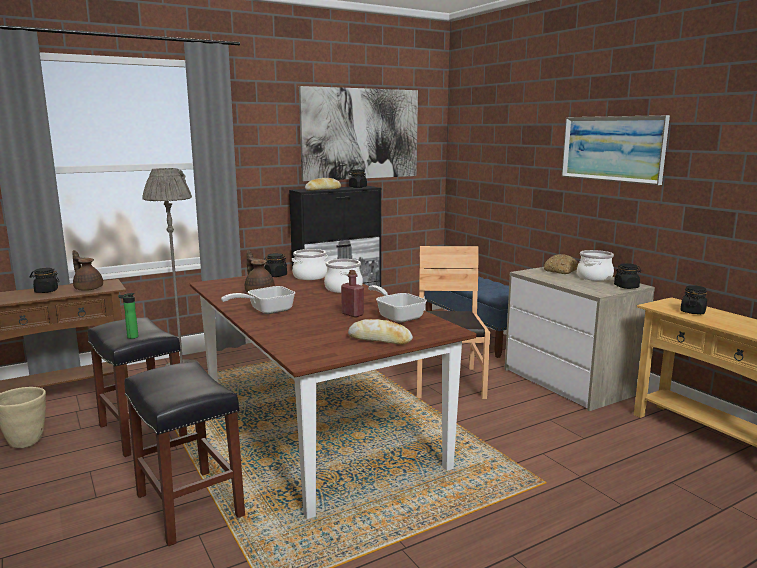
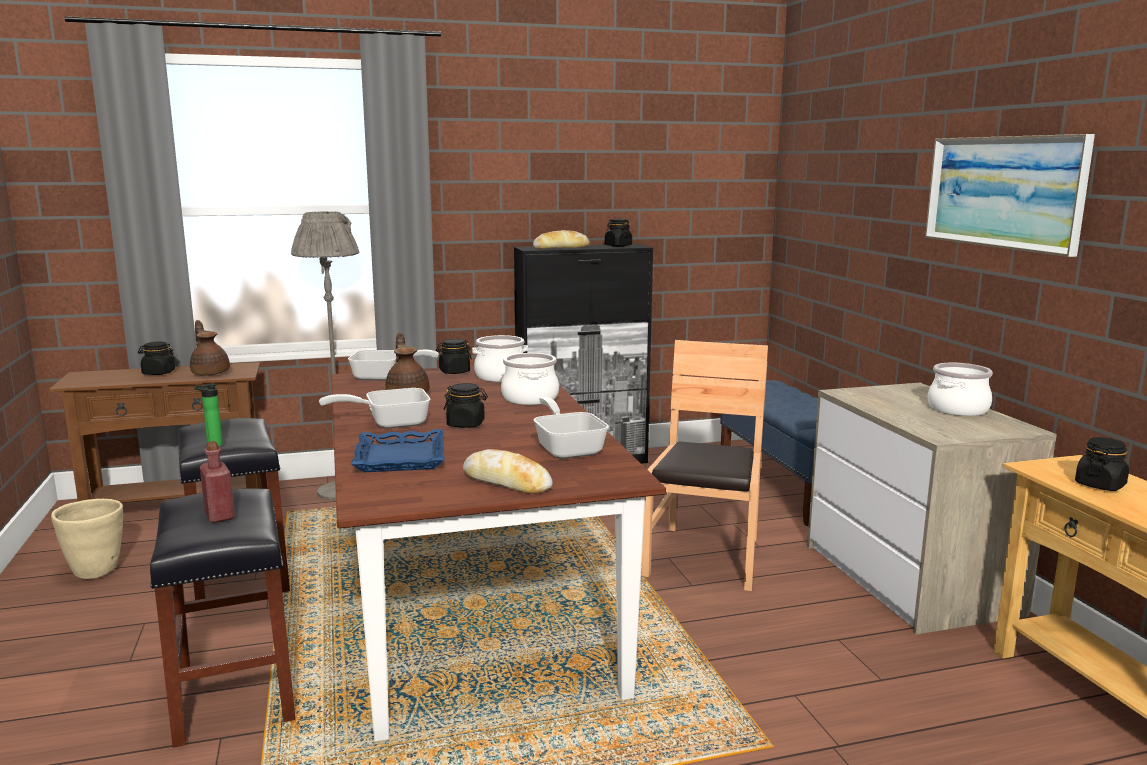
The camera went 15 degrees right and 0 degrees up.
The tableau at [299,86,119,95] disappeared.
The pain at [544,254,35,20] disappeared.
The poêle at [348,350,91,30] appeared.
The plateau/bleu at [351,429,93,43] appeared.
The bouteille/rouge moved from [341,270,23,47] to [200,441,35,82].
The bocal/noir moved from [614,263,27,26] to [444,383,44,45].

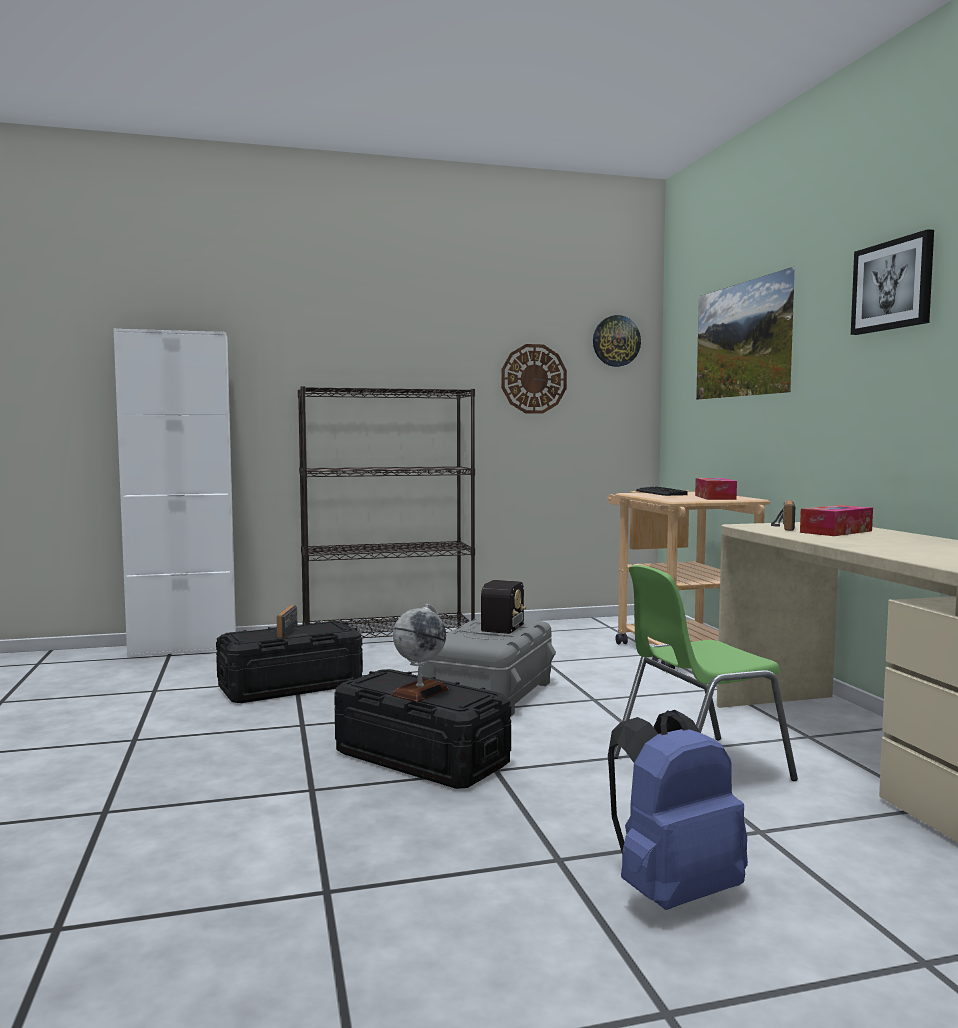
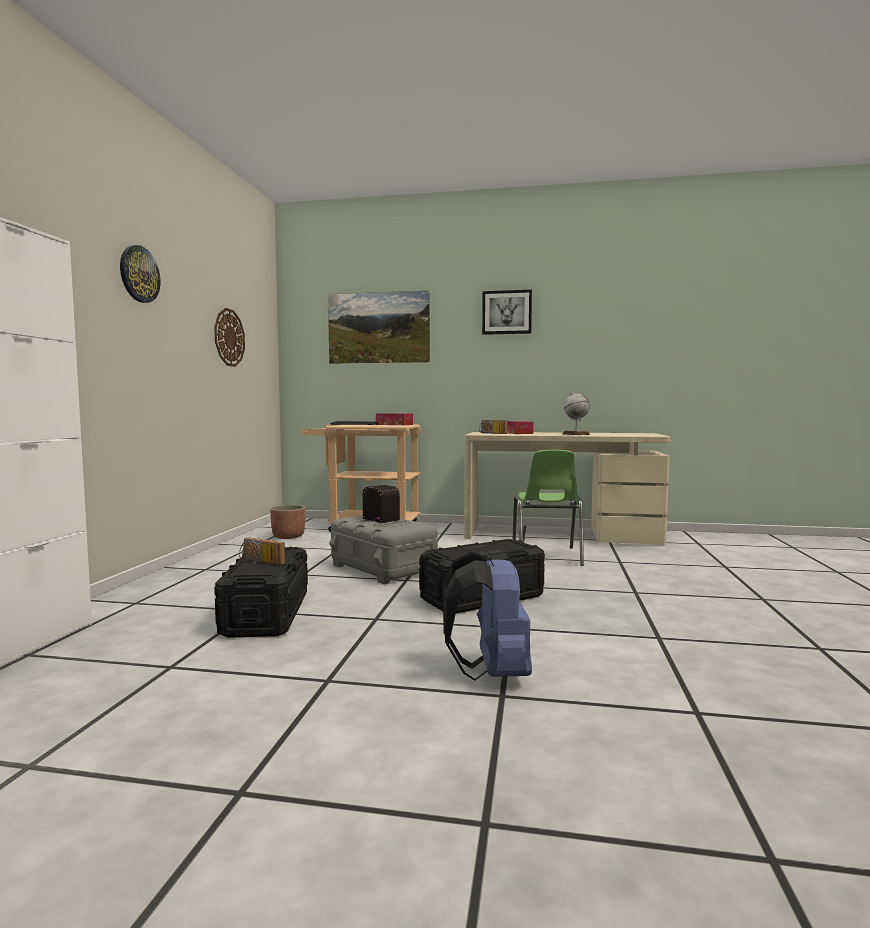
The camera went 65 degrees left and 0 degrees up.
The bibliothèque/noir at [298,386,177,252] disappeared.
The cache-pot at [270,505,35,34] appeared.
The globe moved from [392,604,56,98] to [562,392,28,43].
The horloge murale moved from [593,315,48,52] to [120,245,41,58].
The sac à dos/bleu moved from [608,710,140,200] to [443,551,89,129].

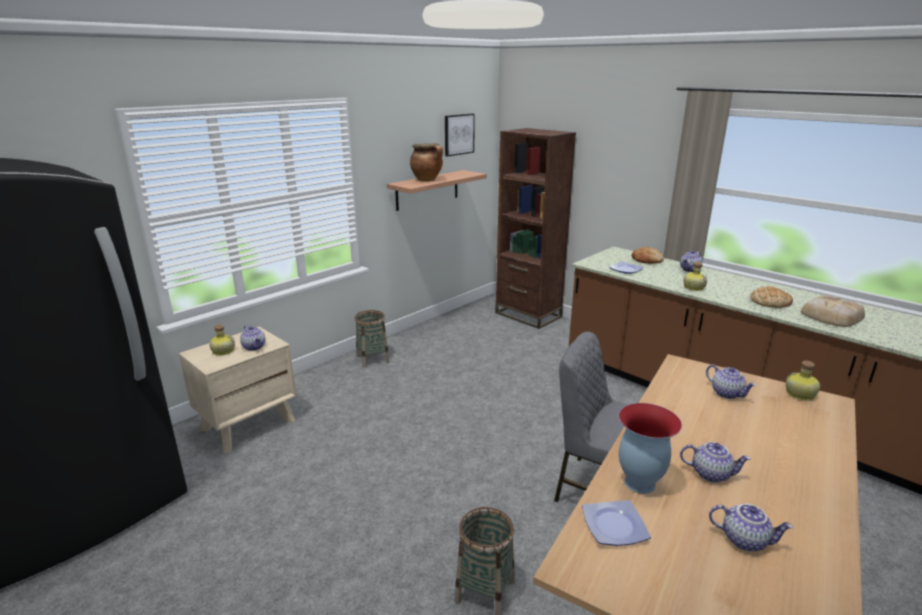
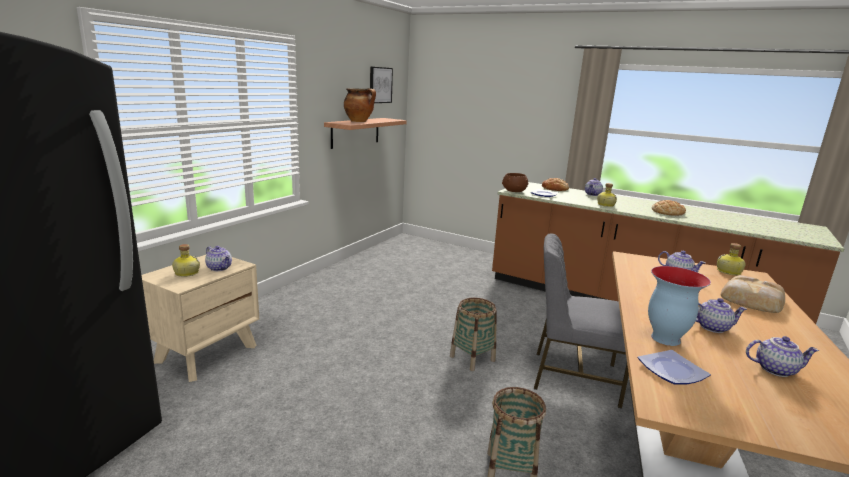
The camera went 15 degrees left and 5 degrees down.
The bibliothèque/marron at [495,128,81,201] disappeared.
The bol/marron at [502,173,27,19] appeared.
The panier moved from [355,310,34,58] to [450,298,47,73].
The pain moved from [801,295,64,32] to [721,275,64,38].

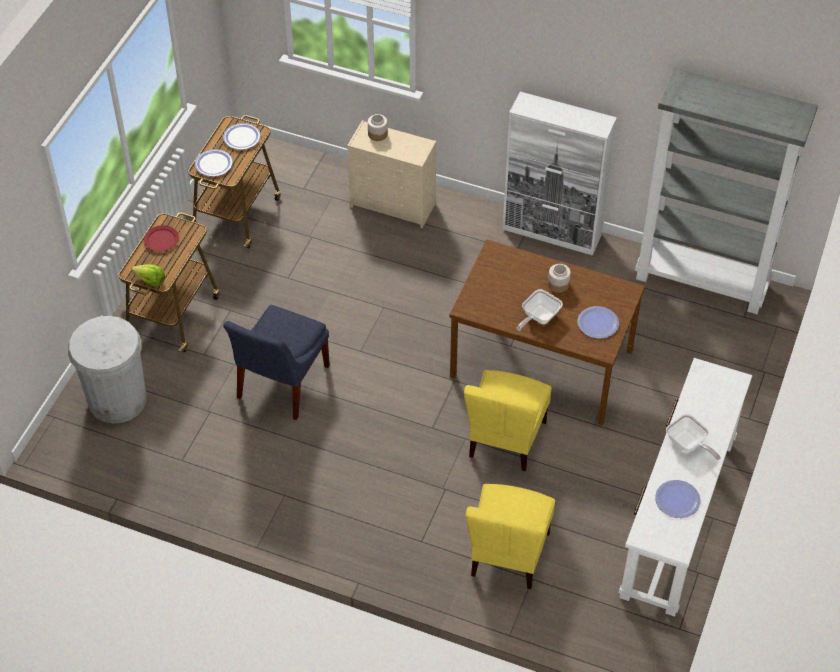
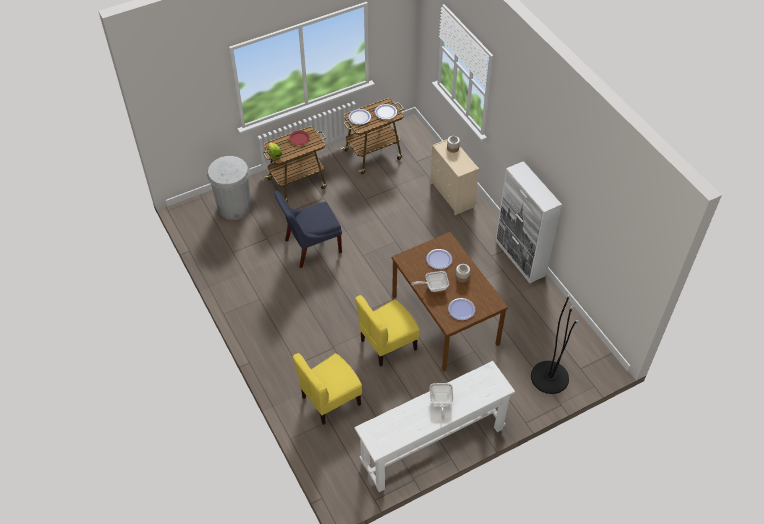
The camera went 40 degrees right and 0 degrees up.
The bibliothèque/gris at [635,68,183,246] disappeared.
The lampadaire/noir at [531,295,48,99] appeared.
The assiette moved from [655,480,46,38] to [426,249,26,20].

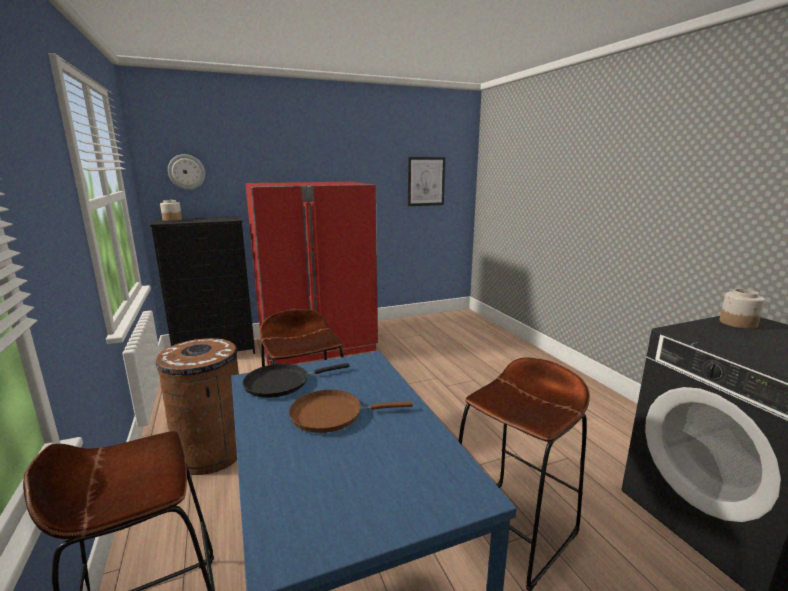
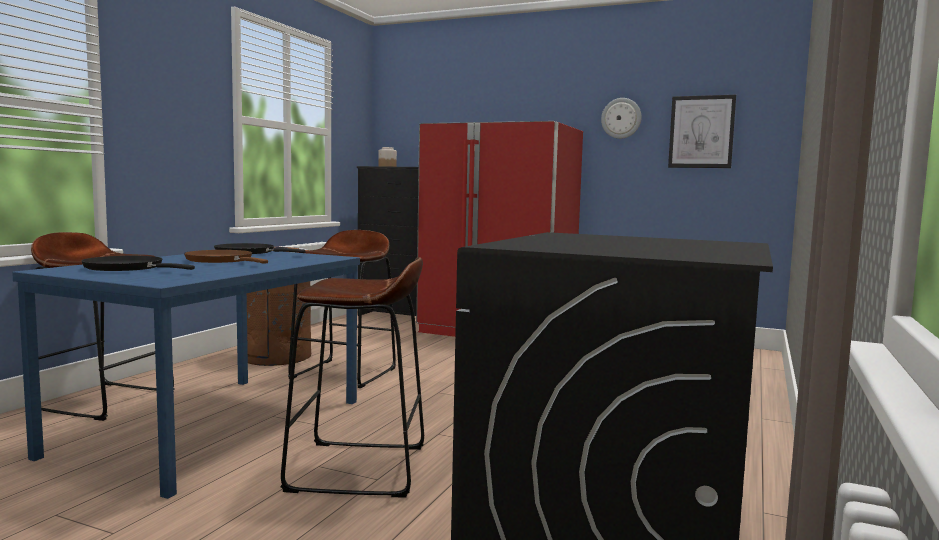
The camera went 45 degrees right and 10 degrees down.
The bocal at [720,289,45,40] disappeared.
The poêle/noir at [81,256,114,15] appeared.
The horloge murale moved from [168,154,37,36] to [601,98,41,41].

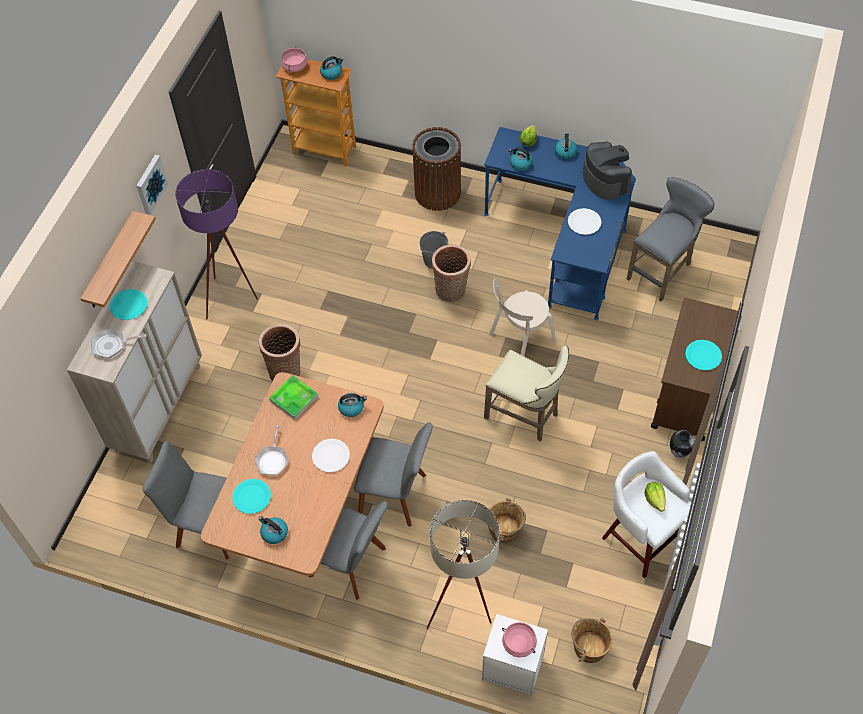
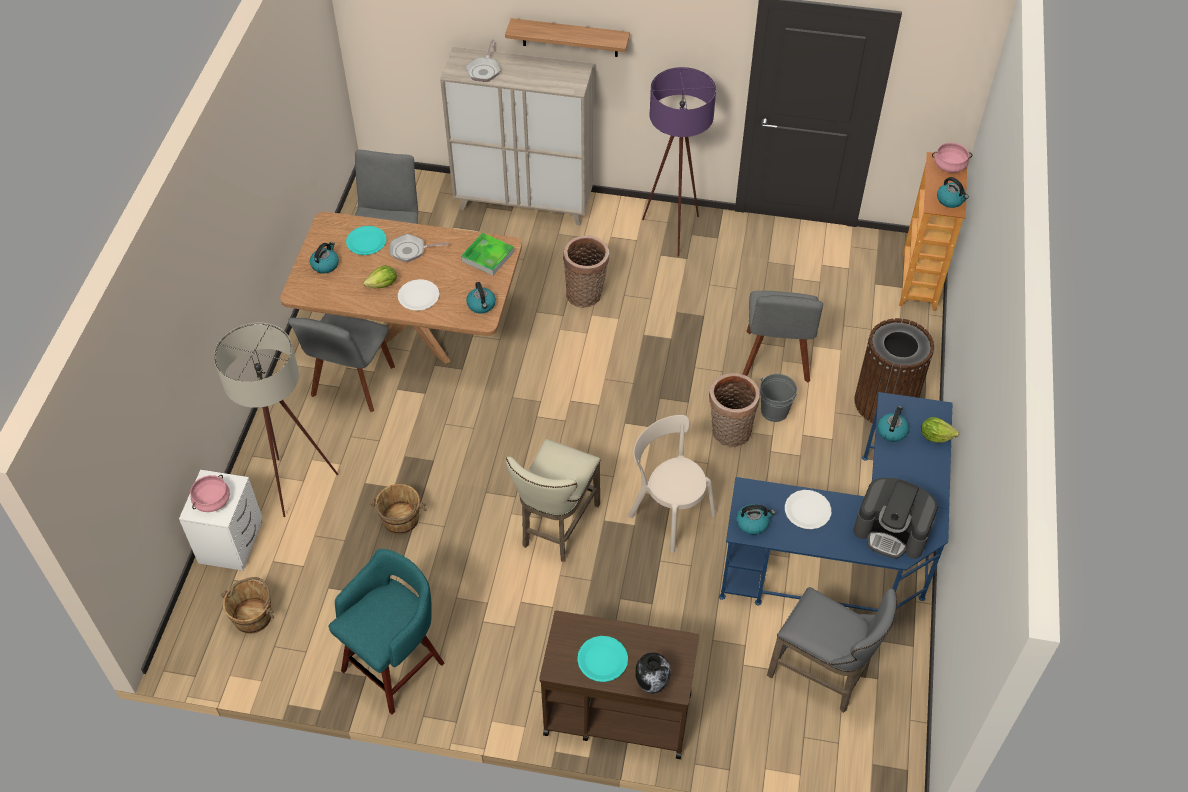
The camera went 80 degrees right and 5 degrees down.
The assiette/turquoise at [110,289,37,31] disappeared.
The tableau at [136,155,32,60] disappeared.
The chaise/gris moved from [354,422,79,105] to [743,291,80,92].
The bouilloire moved from [555,133,22,26] to [736,504,39,31].
The laitue moved from [645,482,21,30] to [363,265,34,23].
The vase moved from [670,430,25,28] to [635,652,35,42].
The tabouret/blanc at [602,451,88,127] became the tabouret/turquoise at [328,549,116,166].
The poêle at [91,329,55,30] turned 150 degrees counterclockwise.
The machine à café at [583,142,49,58] turned 60 degrees clockwise.

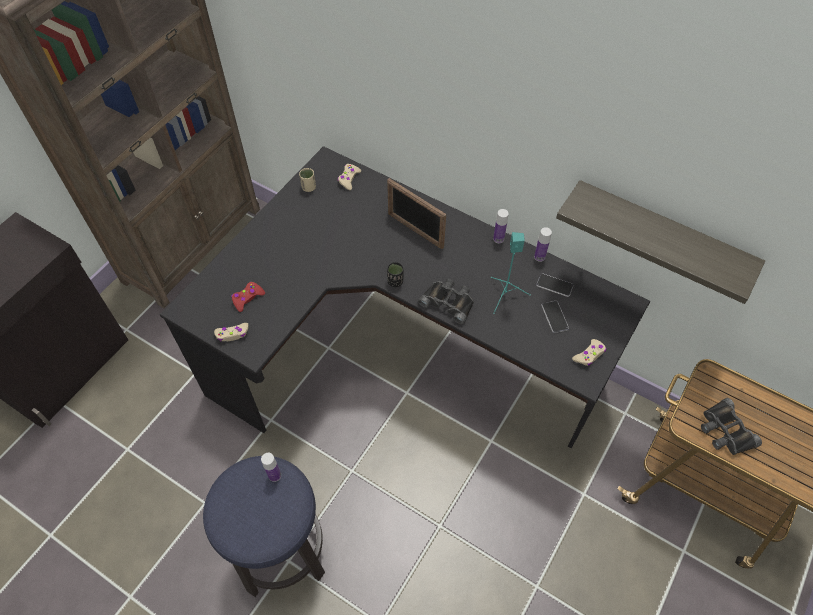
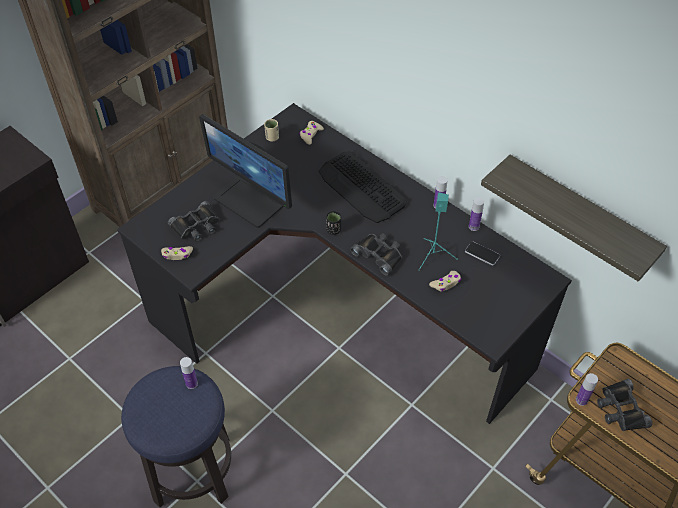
The camera went 10 degrees right and 5 degrees down.
The téléphone at [541,301,28,32] disappeared.
The écran d'ordinateur at [199,114,93,114] appeared.
The bouteille at [576,373,22,33] appeared.
The manette/beige moved from [572,339,34,27] to [429,271,32,21].
The manette/rouge at [231,282,34,30] was replaced by the jumelles/noir at [168,201,51,41].
The cadre photo at [387,178,59,71] was replaced by the clavier at [319,151,88,72].

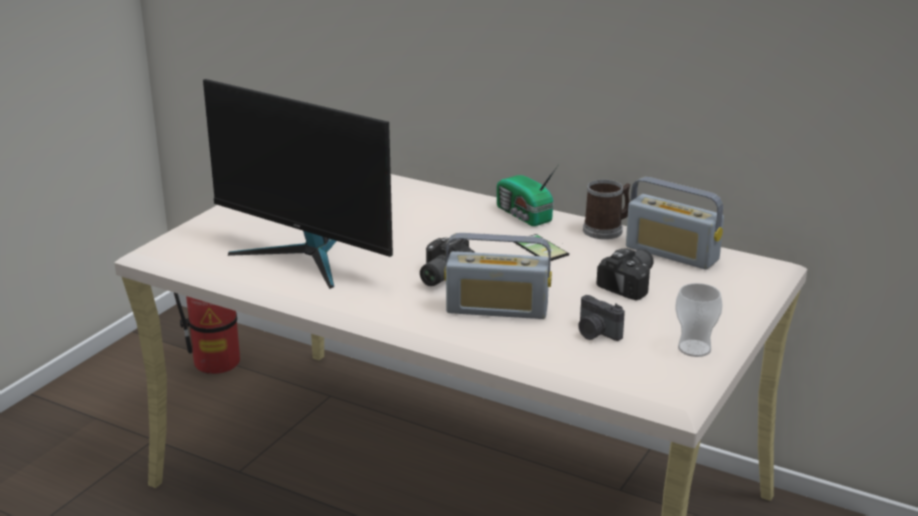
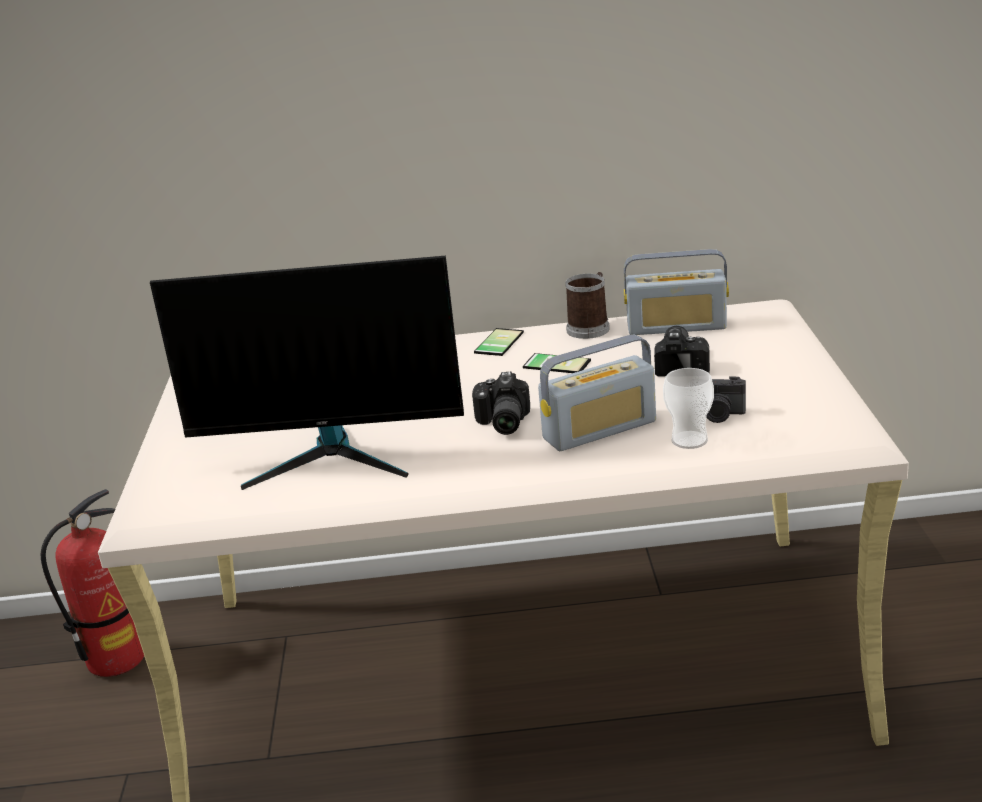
The camera went 30 degrees left and 0 degrees up.
The tasse moved from [675,283,48,74] to [663,368,51,81].
The radio at [497,164,62,62] was replaced by the téléphone at [474,328,50,28].

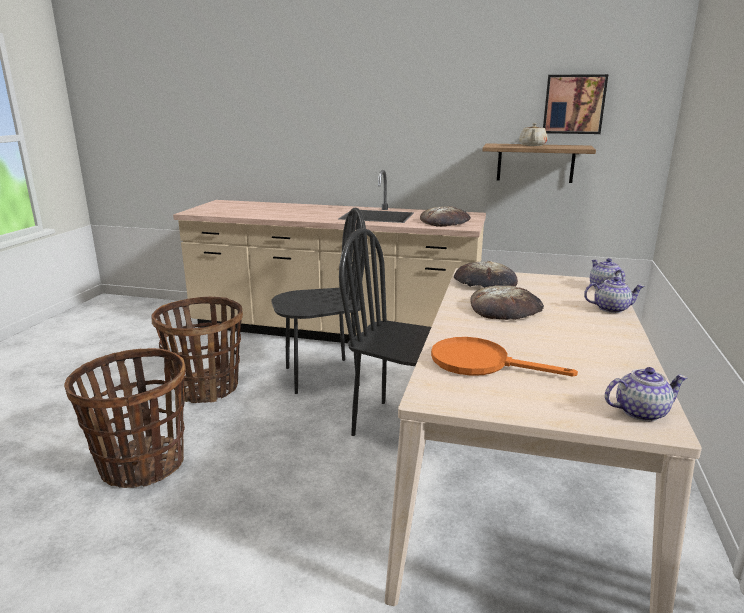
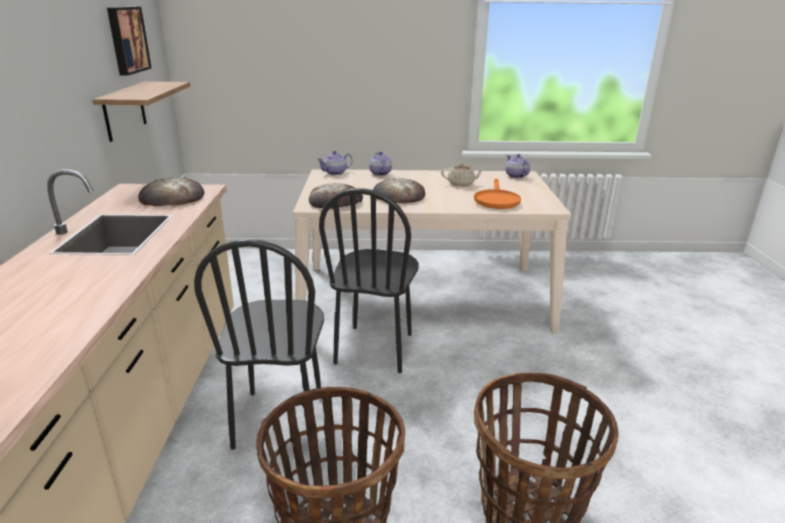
The camera went 105 degrees left and 5 degrees up.
The théière/beige moved from [519,123,29,23] to [441,163,44,24].
The chaise/noir at [272,207,94,187] turned 150 degrees counterclockwise.

